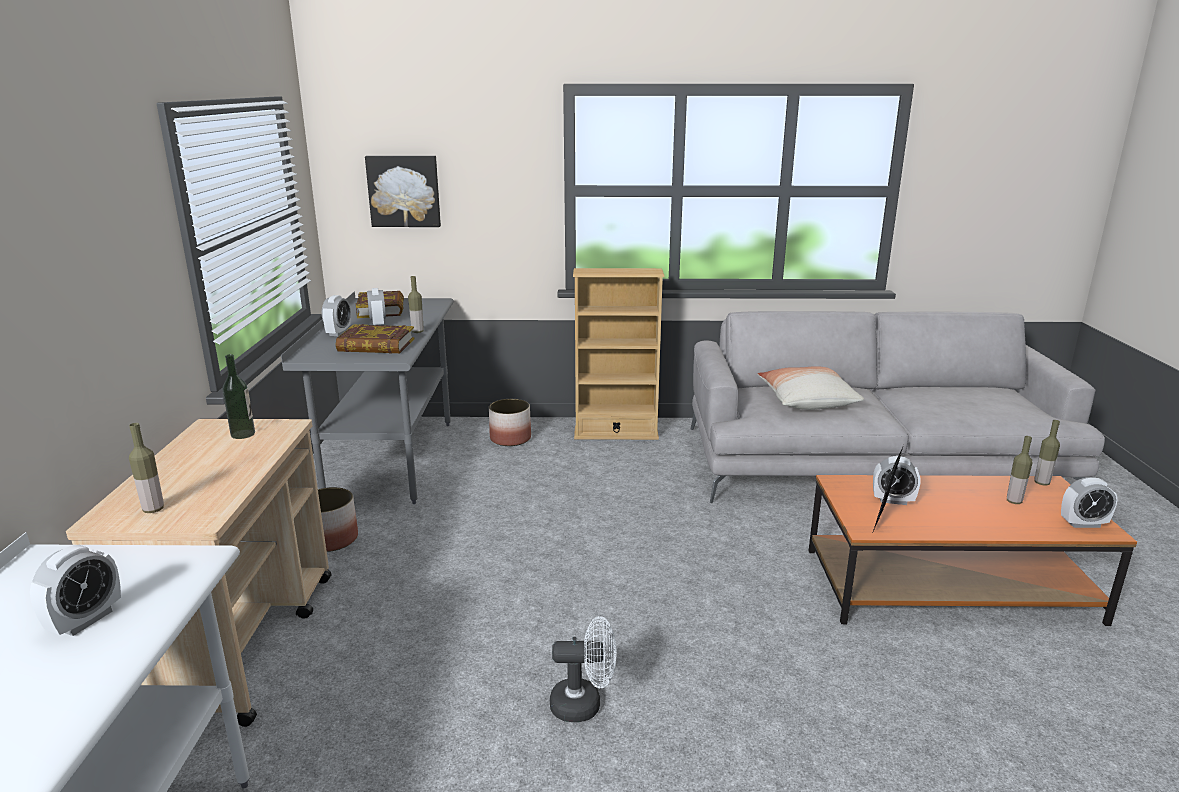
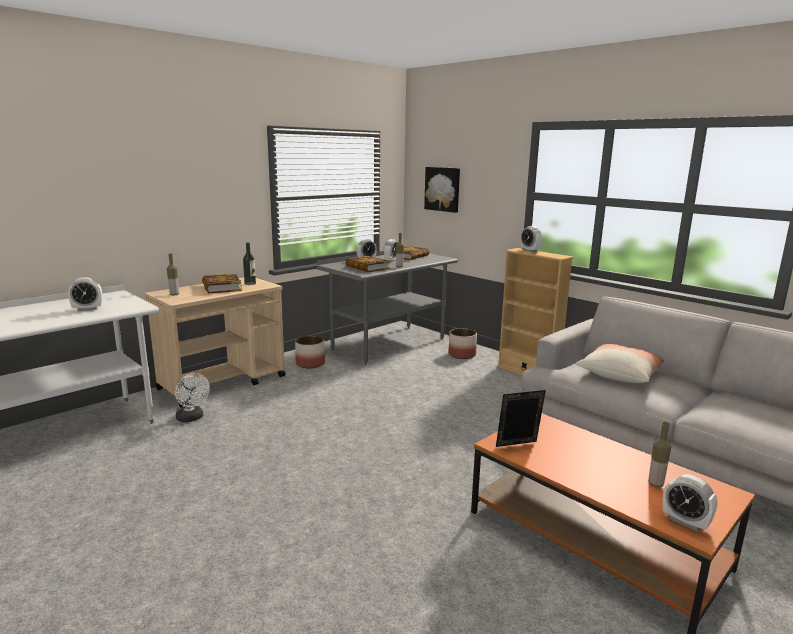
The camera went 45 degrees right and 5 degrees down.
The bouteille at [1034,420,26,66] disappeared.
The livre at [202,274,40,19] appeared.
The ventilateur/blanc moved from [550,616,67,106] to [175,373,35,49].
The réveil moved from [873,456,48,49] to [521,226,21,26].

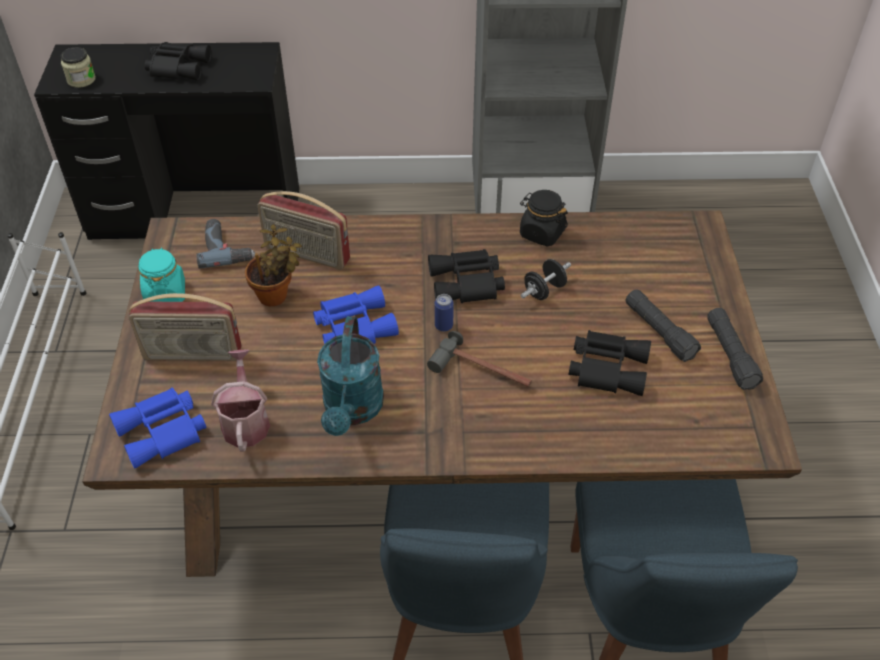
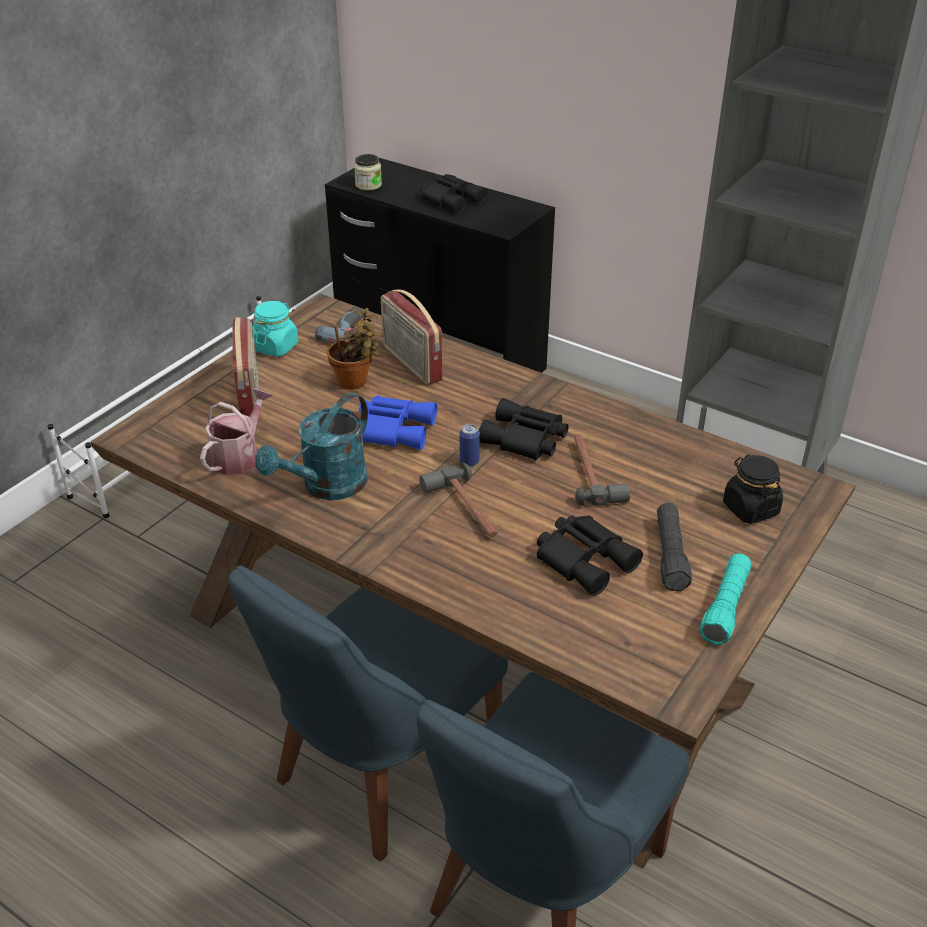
The camera went 35 degrees right and 10 degrees down.
The jumelles/bleu at [109,387,98,82] disappeared.
The bocal/noir moved from [520,190,48,56] to [723,455,60,69].
The haltère/noir at [521,259,50,41] was replaced by the marteau at [574,434,56,72].
The lampe de poche/noir at [708,308,55,82] became the lampe de poche/turquoise at [700,554,51,91].
The radio at [129,293,112,68] turned 135 degrees counterclockwise.

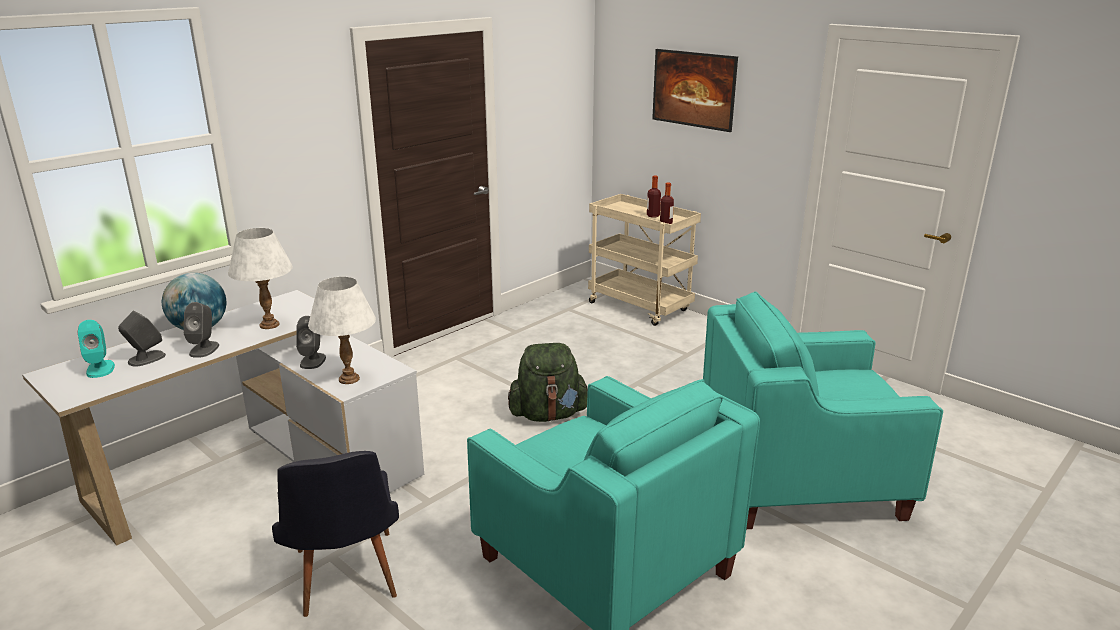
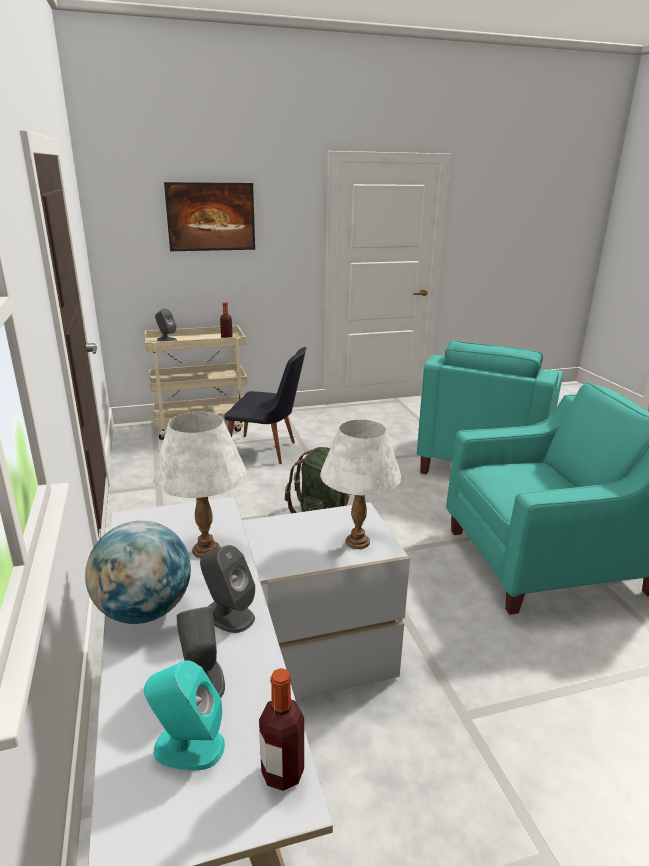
The camera went 60 degrees left and 0 degrees up.
The chaise/noir moved from [272,451,127,166] to [224,347,82,117].
The enceinte/gris moved from [296,316,30,53] to [155,308,22,34].
The bouteille moved from [647,175,14,43] to [259,668,45,123].

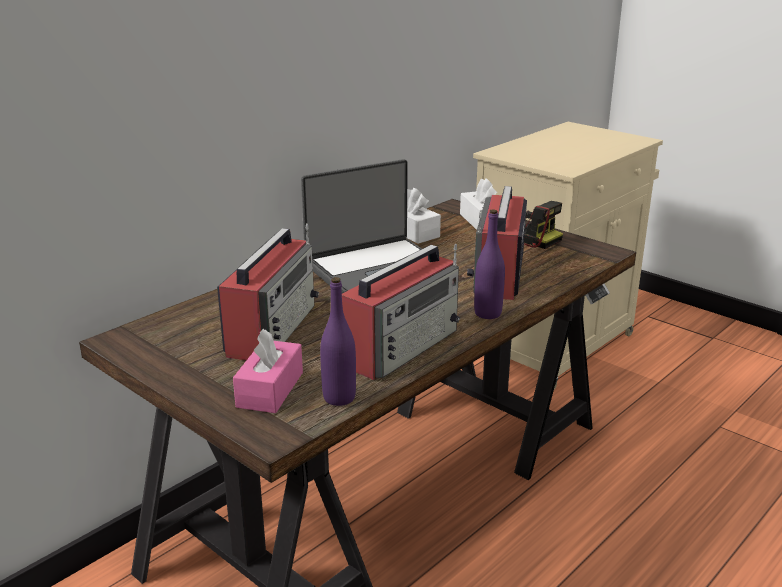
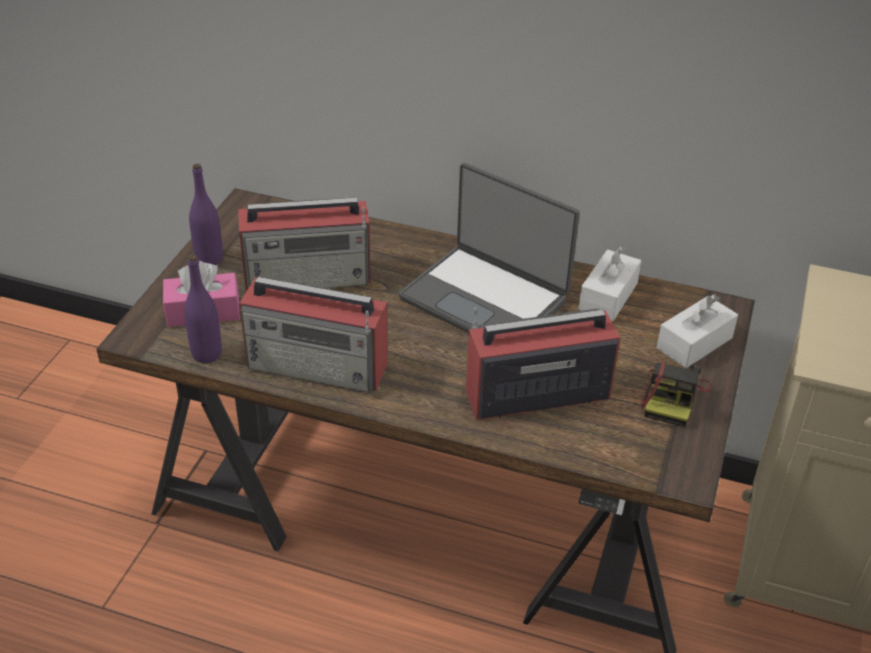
The camera went 65 degrees right and 15 degrees up.
The bouteille/violet moved from [474,209,31,110] to [189,164,34,101].

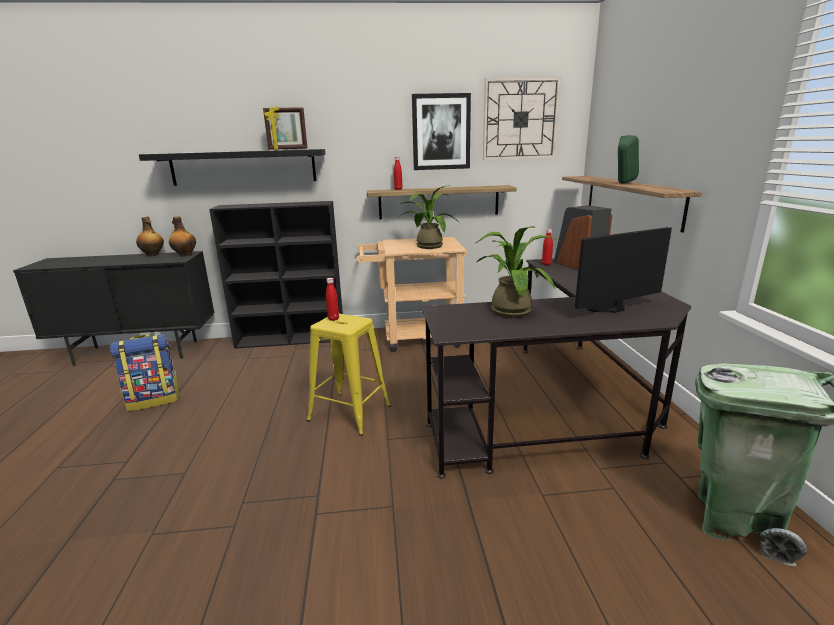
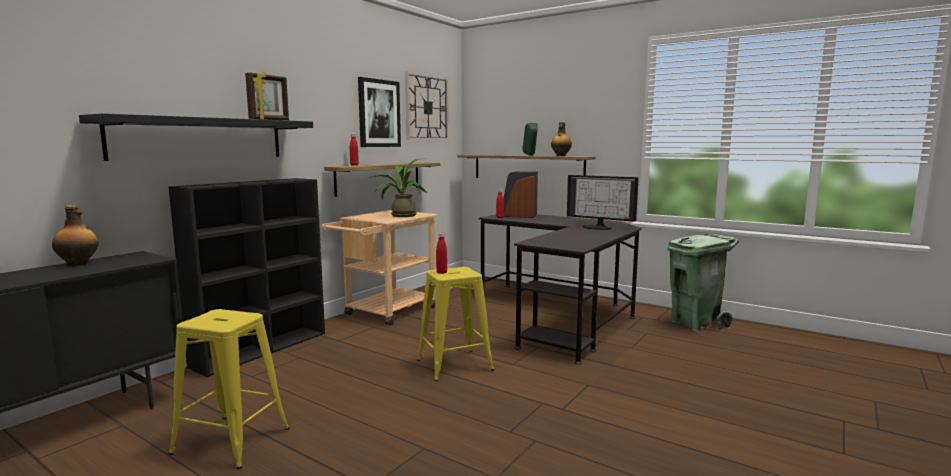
The camera went 50 degrees left and 10 degrees down.
The plante en pot at [476,226,84,92] disappeared.
The bouteille moved from [169,216,27,40] to [551,122,21,34].
The sac à dos at [110,334,70,78] was replaced by the tabouret/jaune at [169,309,120,160].
The écran d'ordinateur at [575,227,97,86] turned 75 degrees counterclockwise.

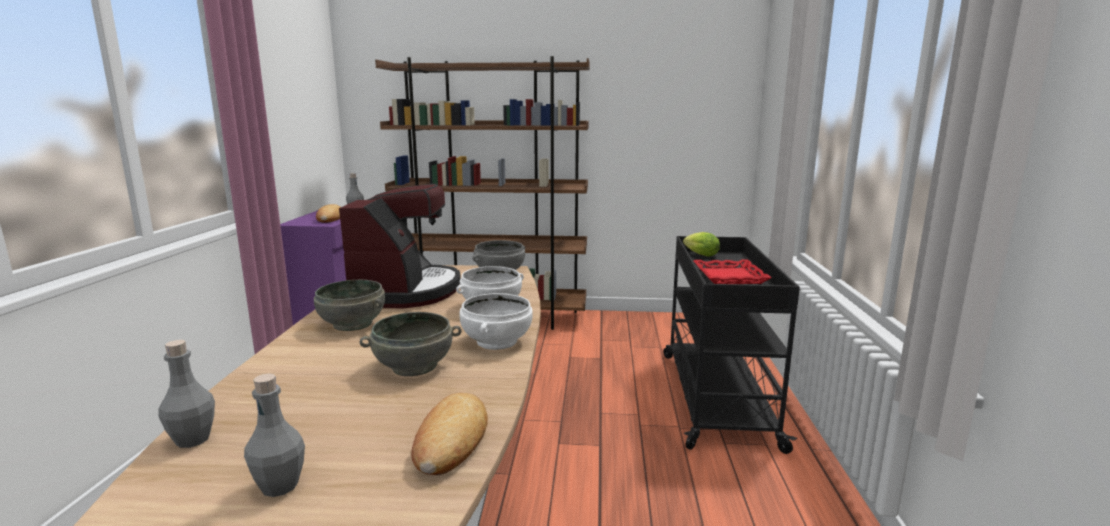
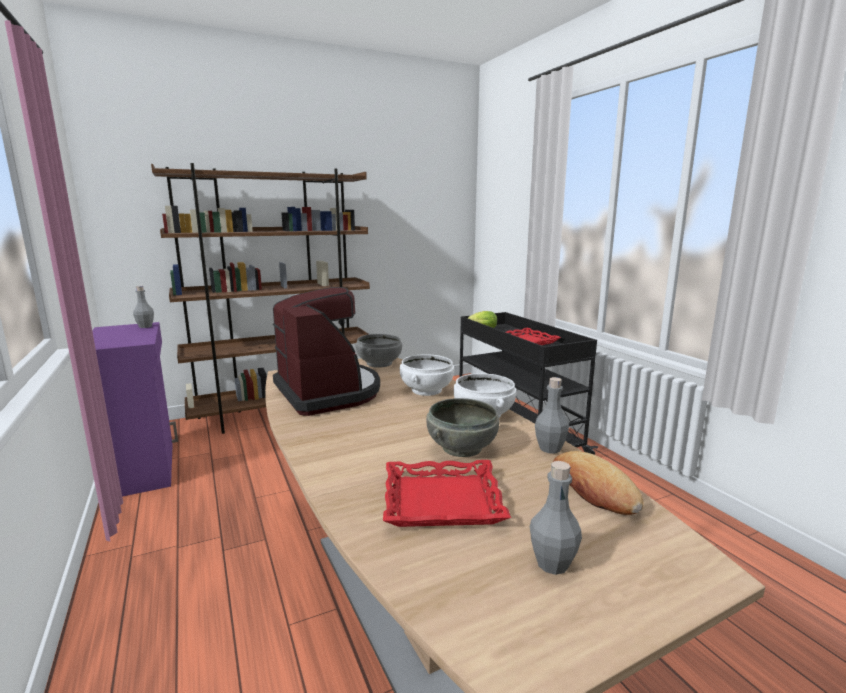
The camera went 30 degrees left and 0 degrees up.
The bol/gris at [314,280,71,51] disappeared.
The pain at [316,204,25,19] disappeared.
The plateau/rouge at [383,460,128,67] appeared.
The bouteille/gris moved from [158,340,57,108] to [535,377,34,76].

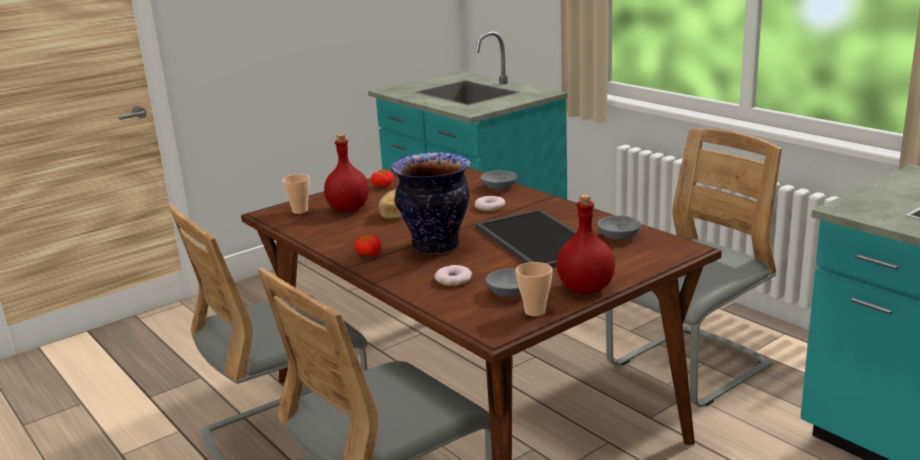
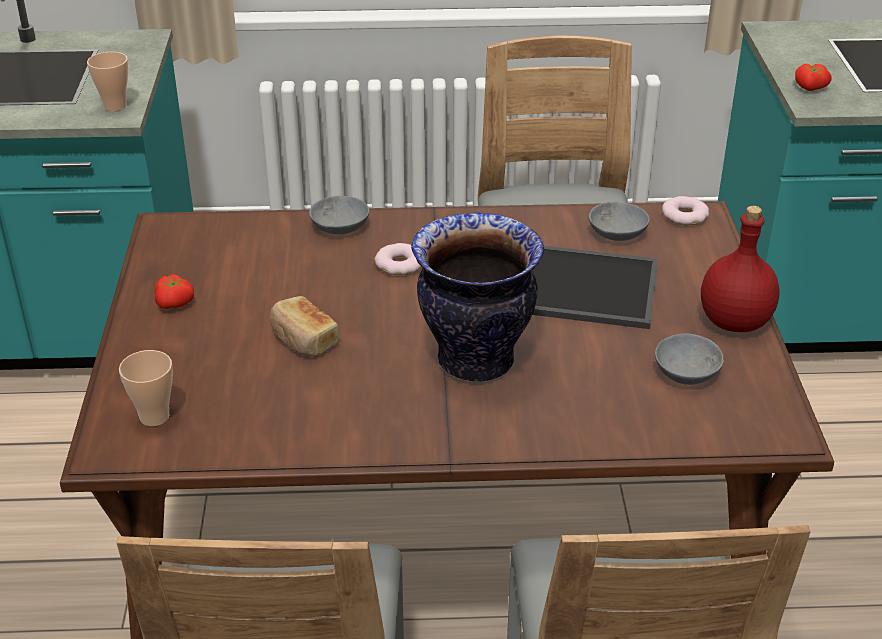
The camera went 55 degrees left and 15 degrees up.
The bouteille/rouge at [324,134,45,78] disappeared.
The tomate moved from [355,235,26,21] to [795,64,37,27].
The beignet moved from [434,265,38,21] to [662,196,47,30].
The tasse moved from [516,262,37,54] to [87,52,41,59].

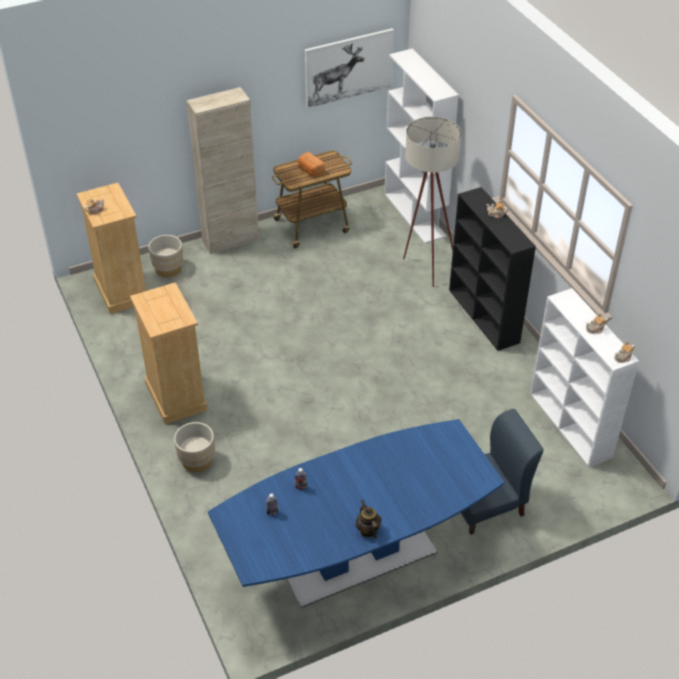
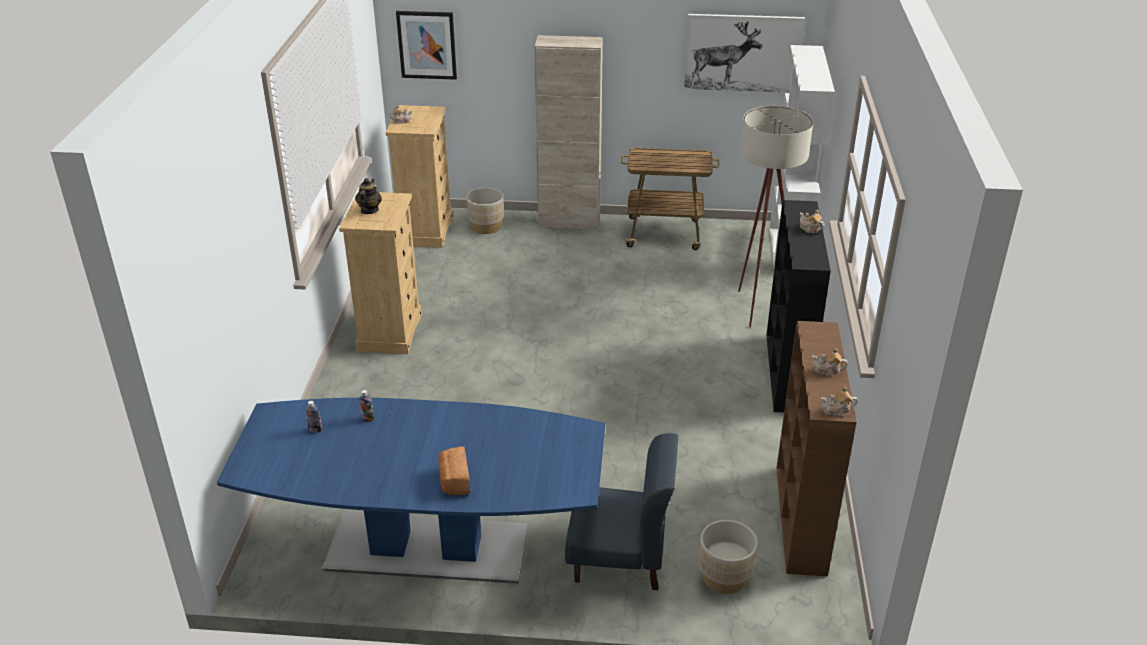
The camera went 30 degrees right and 10 degrees down.
The tableau at [396,11,61,69] appeared.
The cache-pot/beige moved from [174,422,41,51] to [699,520,59,74].
The pain moved from [298,152,27,25] to [438,446,32,49].
The théière moved from [356,500,26,39] to [355,178,27,36].
The bibliothèque/blanc at [530,288,109,179] became the bibliothèque/marron at [776,321,81,255].

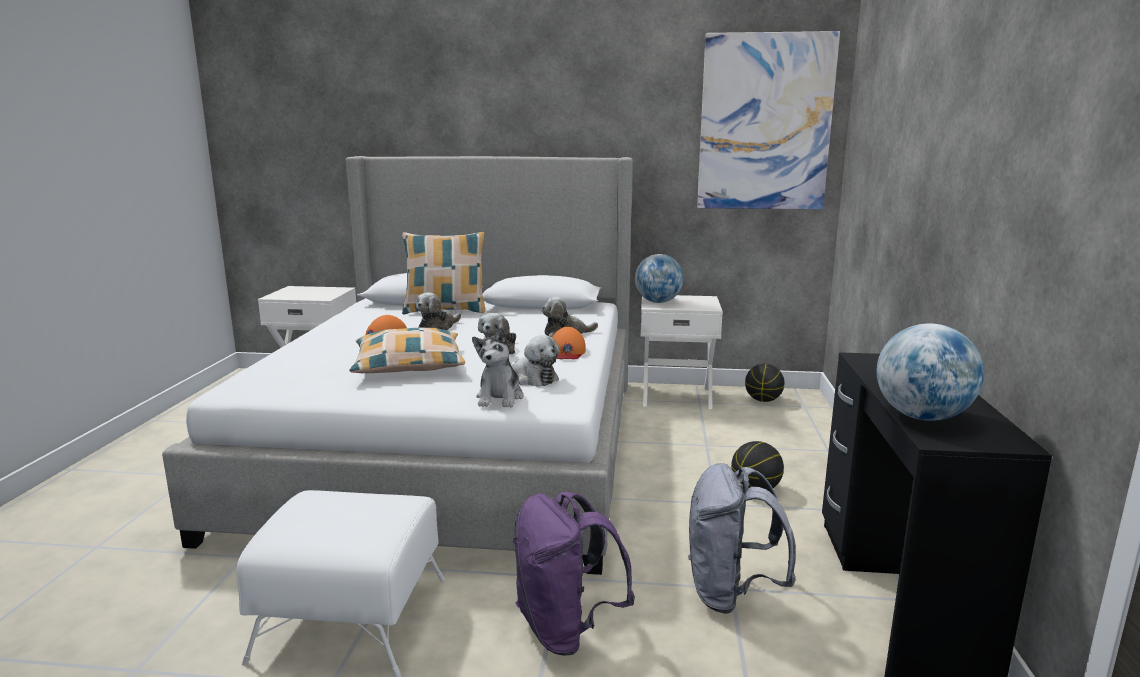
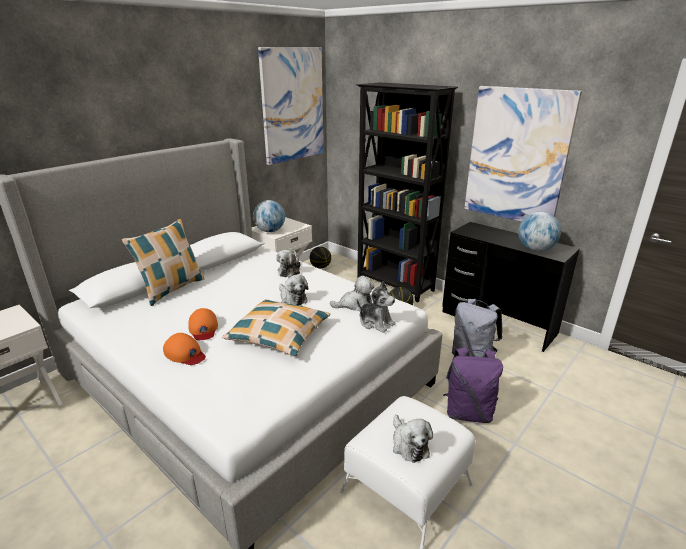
The camera went 55 degrees left and 10 degrees up.
The bibliothèque/noir at [356,83,102,219] appeared.
The tableau at [464,86,118,136] appeared.
The peluche moved from [416,292,45,38] to [393,415,40,48].
The casquette/orange moved from [552,327,34,32] to [163,333,43,32].

